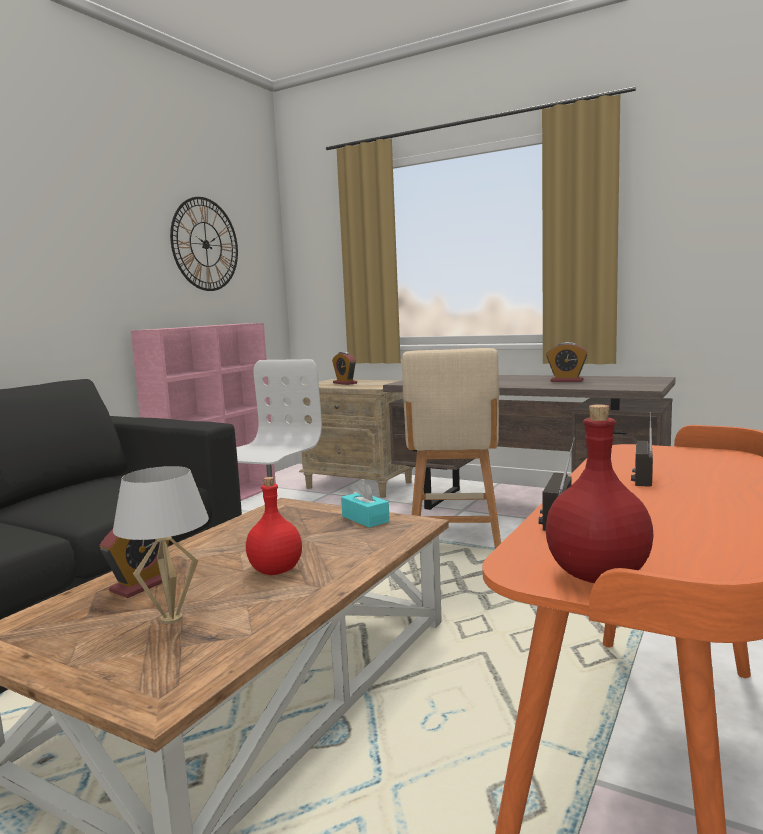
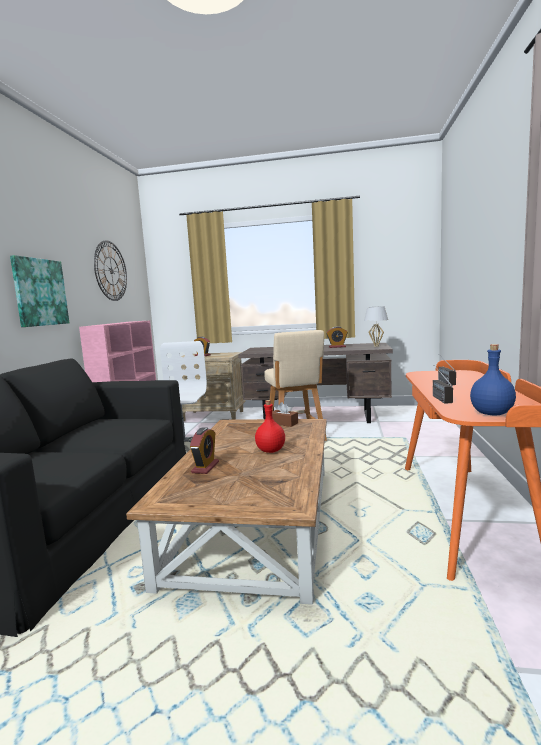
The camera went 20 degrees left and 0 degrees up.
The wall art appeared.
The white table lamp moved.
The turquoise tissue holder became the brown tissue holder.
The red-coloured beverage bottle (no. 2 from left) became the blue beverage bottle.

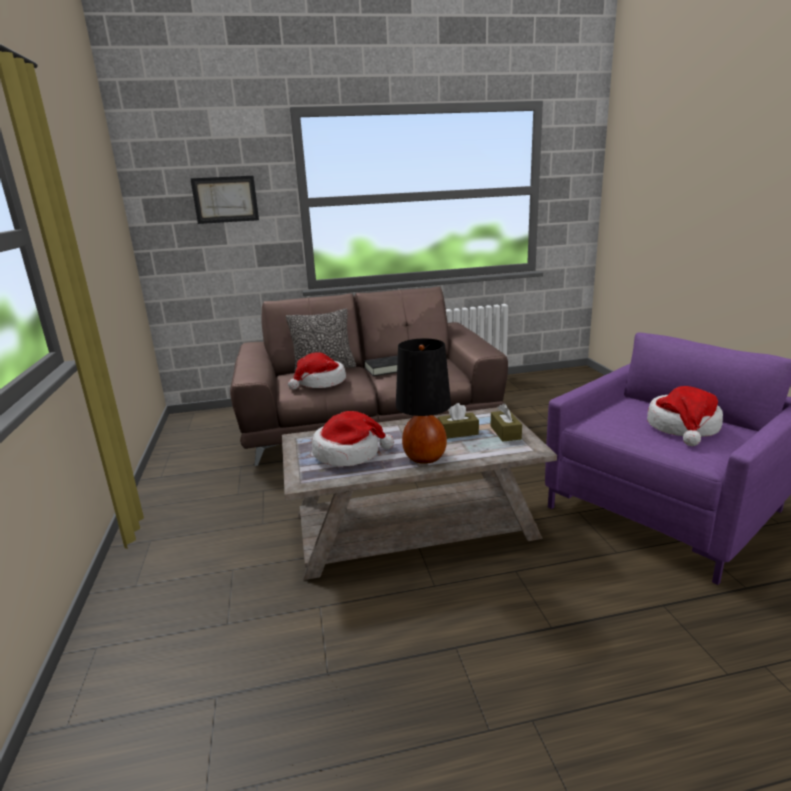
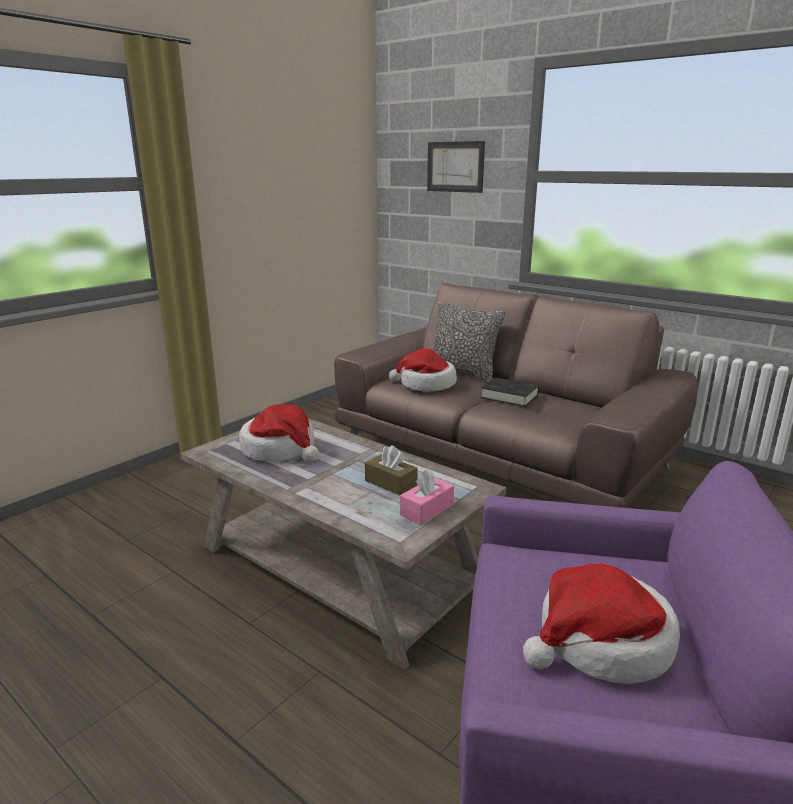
The camera went 50 degrees right and 0 degrees up.
The black table lamp disappeared.
The brown tissue holder (no. 2 from left) became the pink-coloured tissue holder.

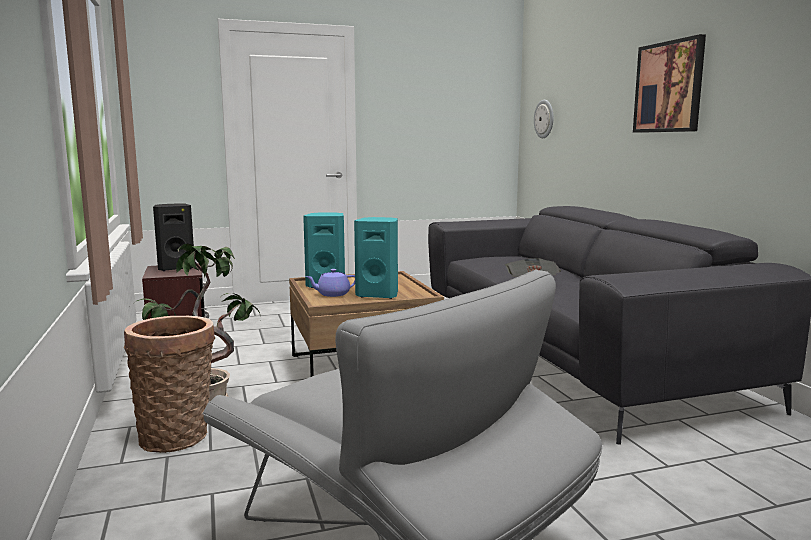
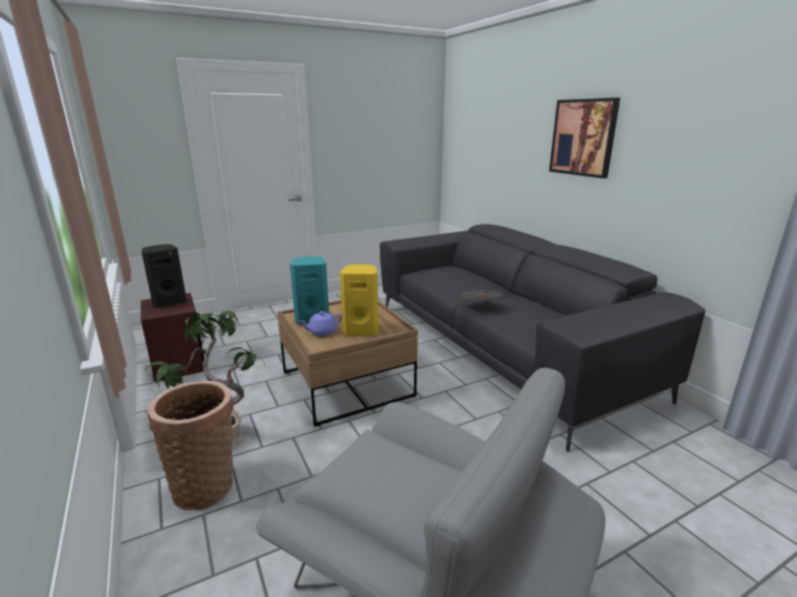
The camera went 10 degrees left and 10 degrees up.
The clock on the wall disappeared.
The turquoise loudspeaker (no. 2 from left) became the yellowish loudspeaker.

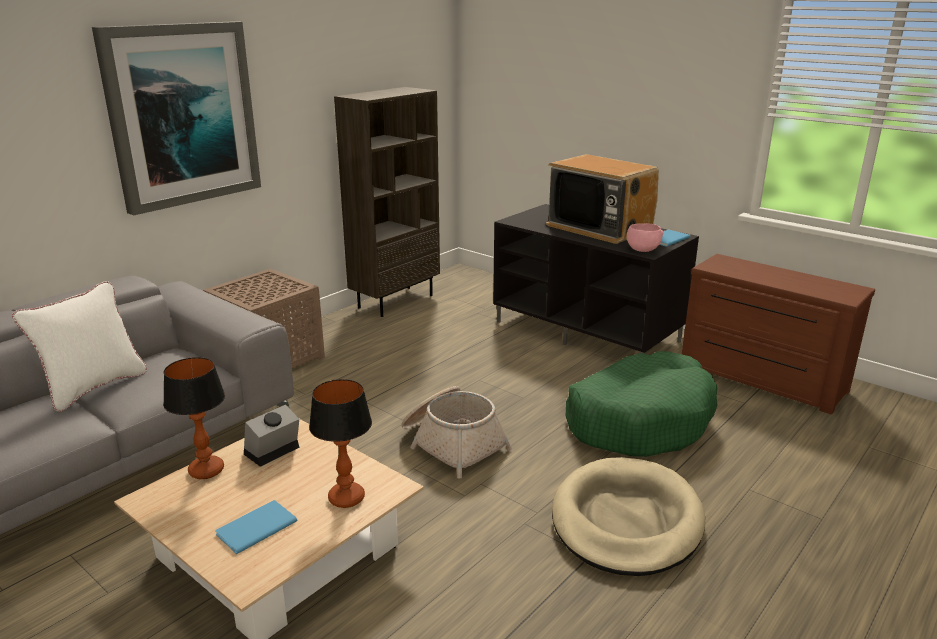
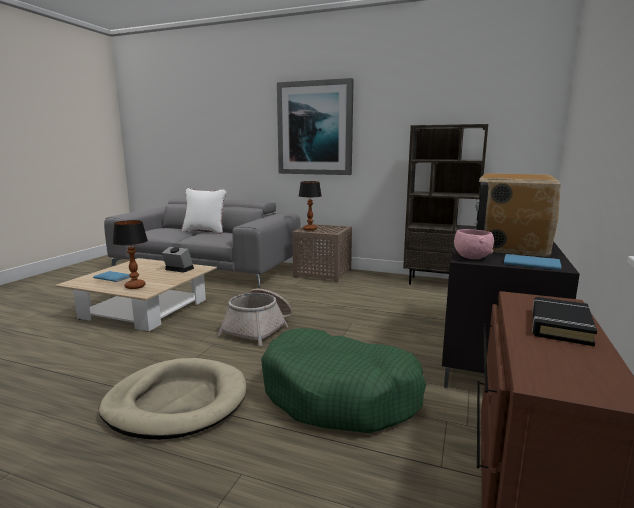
The camera went 70 degrees right and 10 degrees down.
The black bound book appeared.
The table lamp (no. 1 from left in the first image) moved.

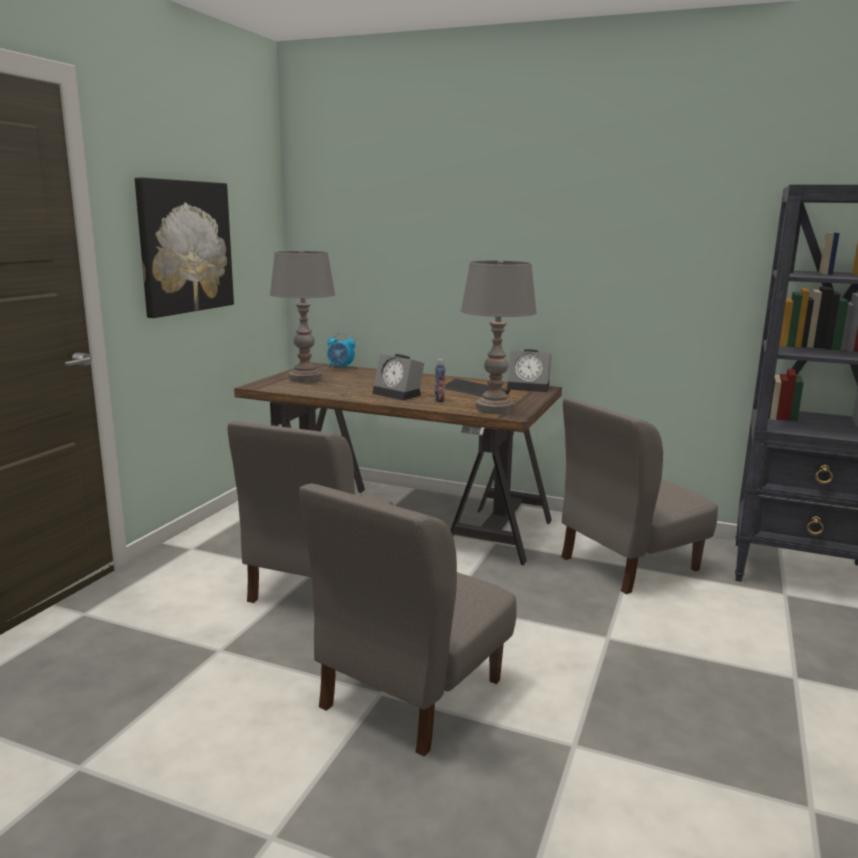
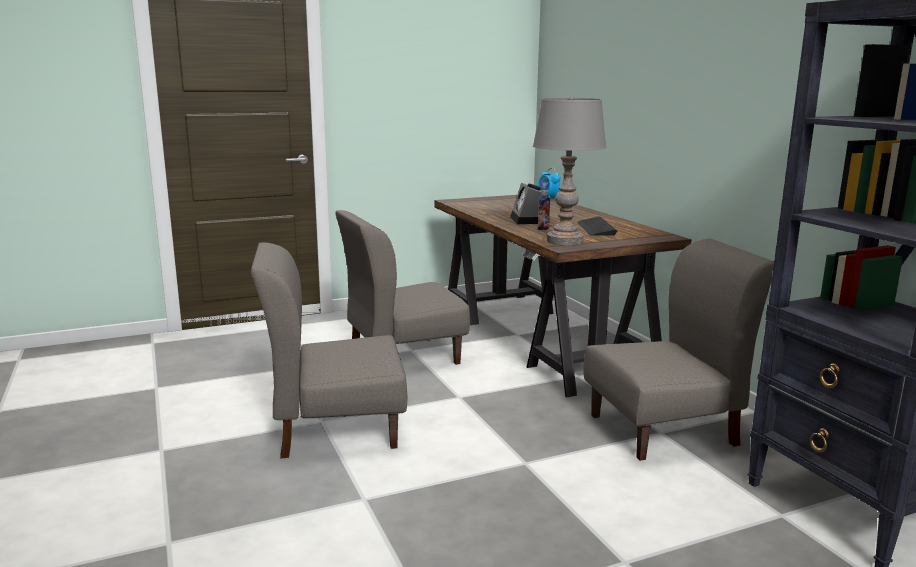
The camera went 45 degrees right and 0 degrees up.
The wall art disappeared.
The greyish table lamp (no. 1 from left) disappeared.
The alarm clock (no. 3 from left) disappeared.
The greyish upright chair (no. 3 from left) turned 150 degrees clockwise.

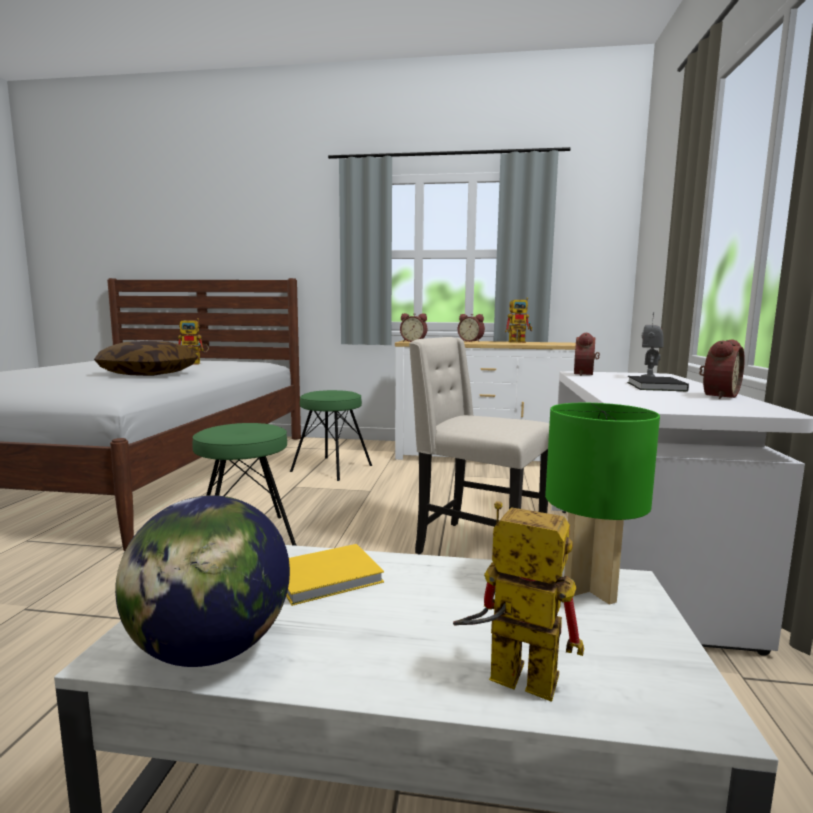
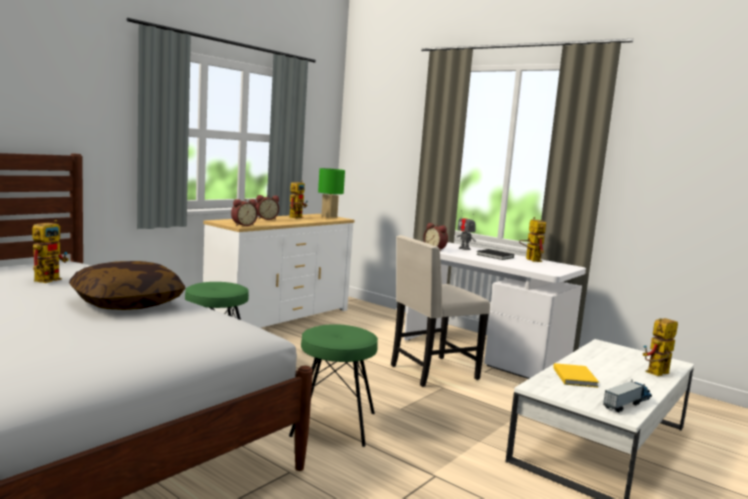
The camera went 60 degrees left and 0 degrees up.
The green table lamp moved.
The desk globe was replaced by the model truck.
The alarm clock (no. 4 from left) was replaced by the toy robot (no. 4 from left).

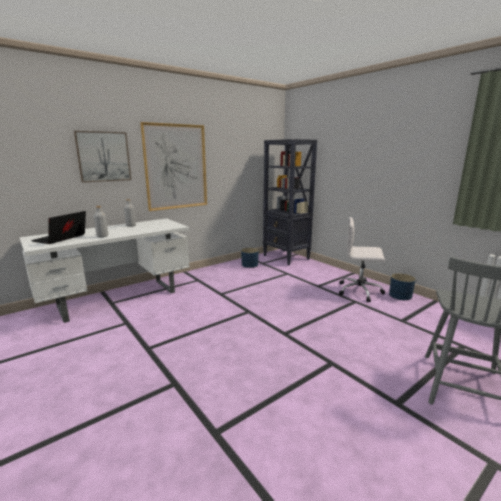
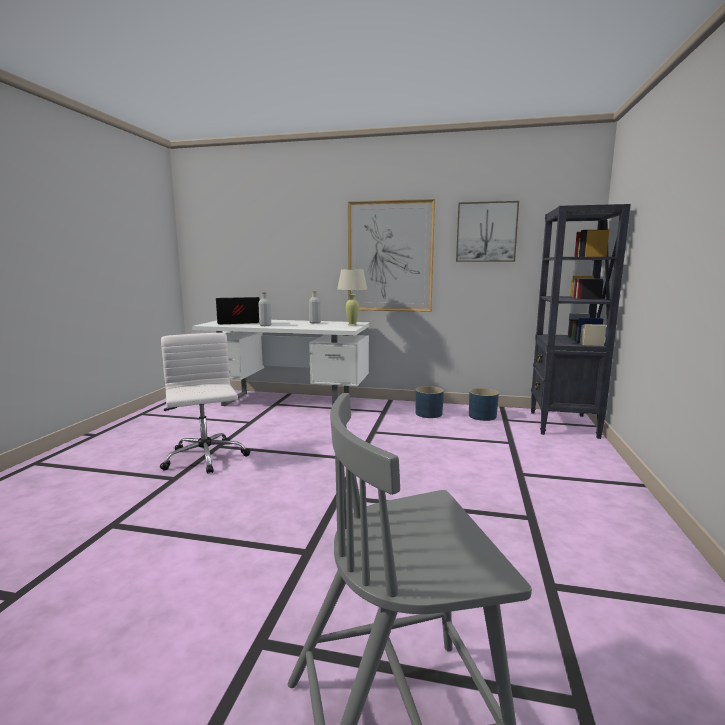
The camera went 50 degrees right and 5 degrees down.
The beige table lamp appeared.
The wall art (no. 1 from left in the first image) moved.
The white computer chair moved.
The blue planter (no. 2 from left in the first image) moved.

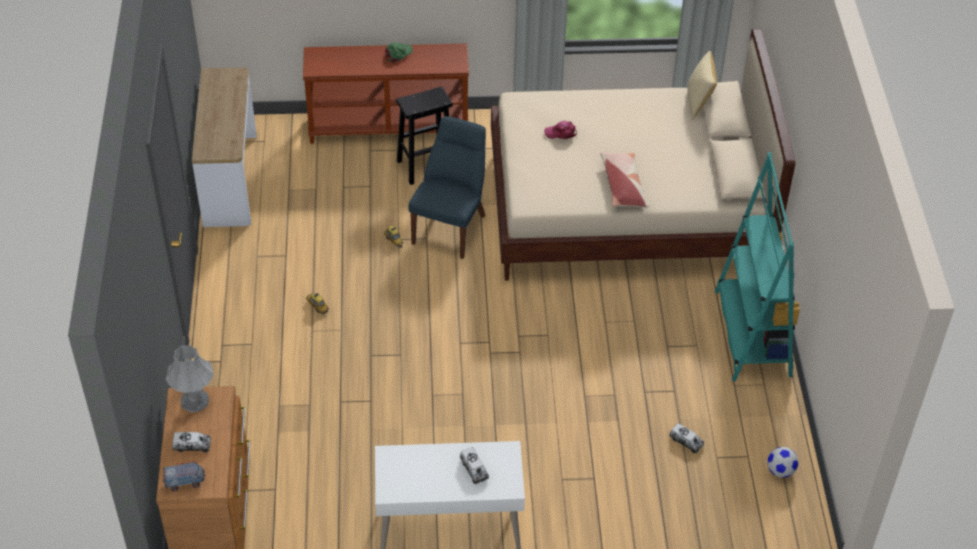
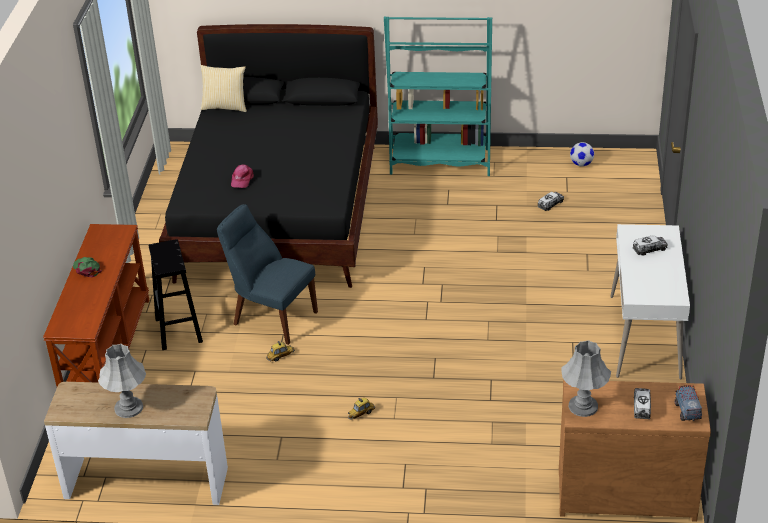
The camera went 80 degrees left and 10 degrees down.
The pillow (no. 1 from left) disappeared.
The greyish table lamp (no. 1 from left) appeared.
The beige sleeping bed became the black sleeping bed.

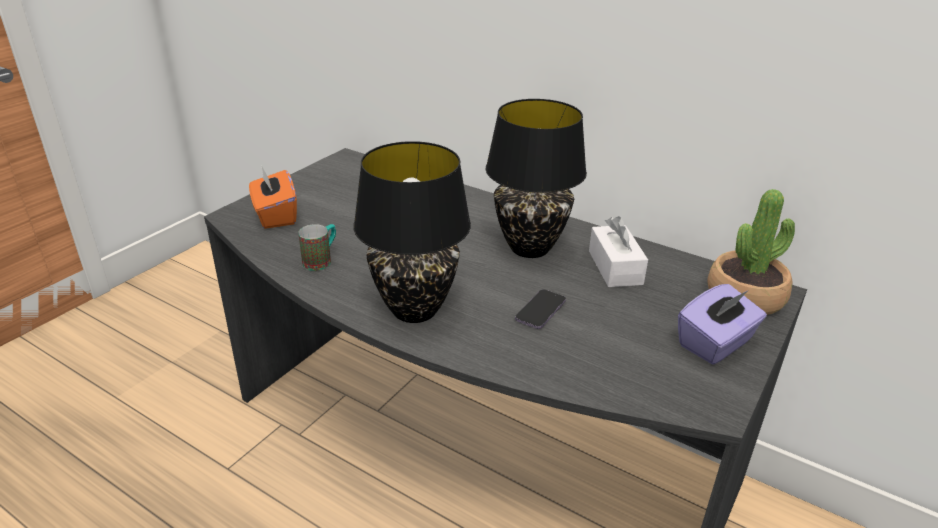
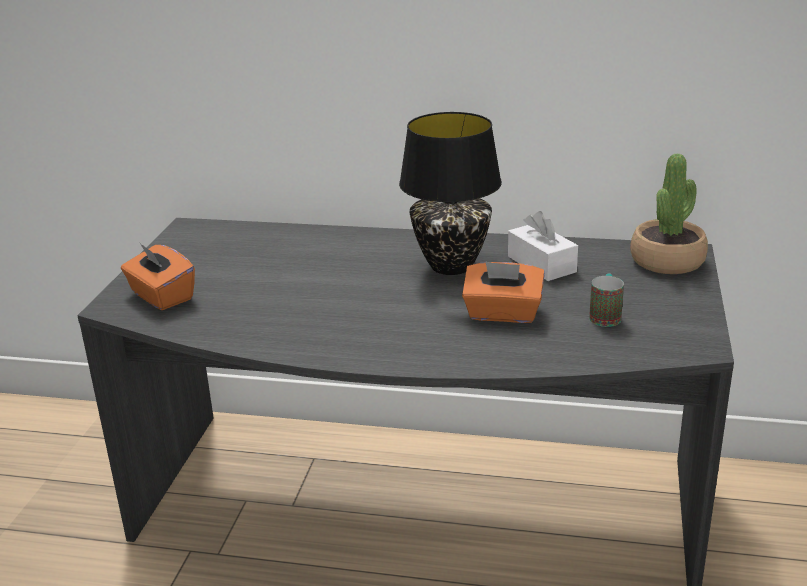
The camera went 20 degrees left and 5 degrees down.
The black table lamp (no. 1 from left) disappeared.
The purple tissue holder disappeared.
The tea mug moved.
The handset was replaced by the orange-coloured tissue holder (no. 2 from left).

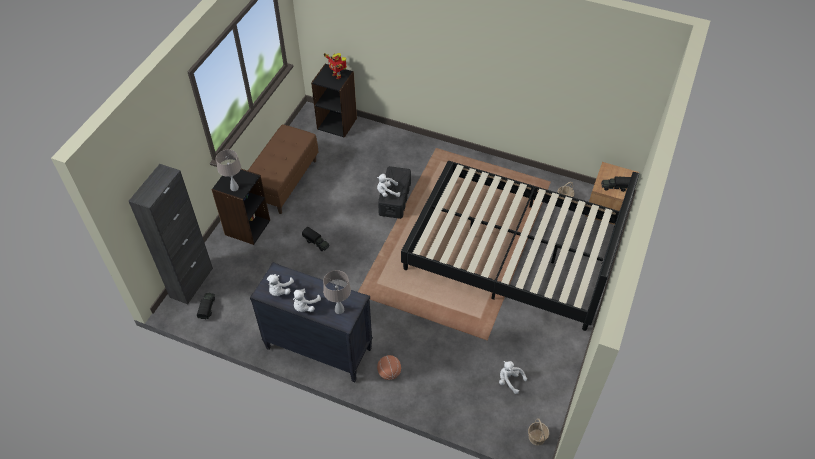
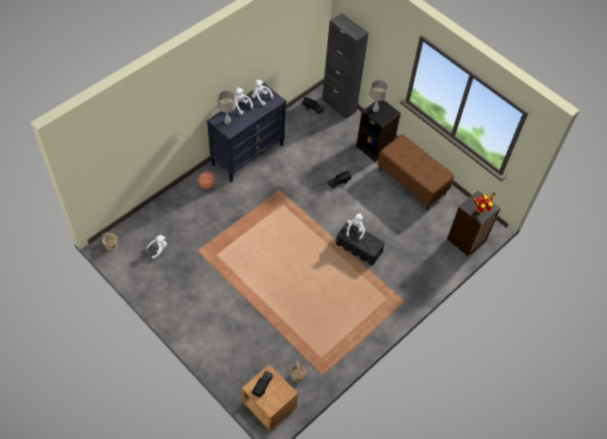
The camera went 110 degrees right and 5 degrees up.
The black sleeping bed disappeared.

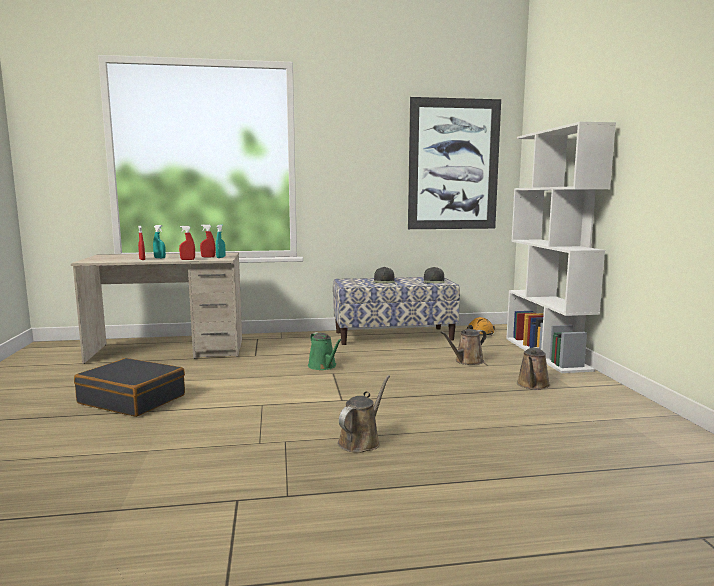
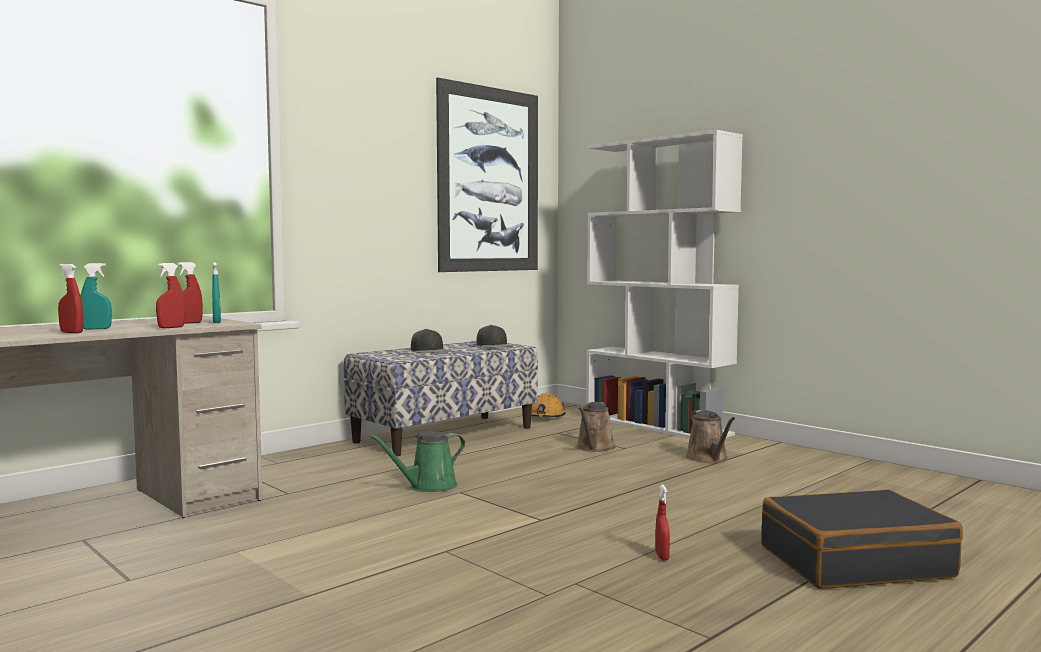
The camera went 35 degrees left and 5 degrees down.
The black travel case moved.
The brown watering pot (no. 1 from left) was replaced by the red-coloured sprayer (no. 4 from left).
The green watering pot turned 120 degrees clockwise.

